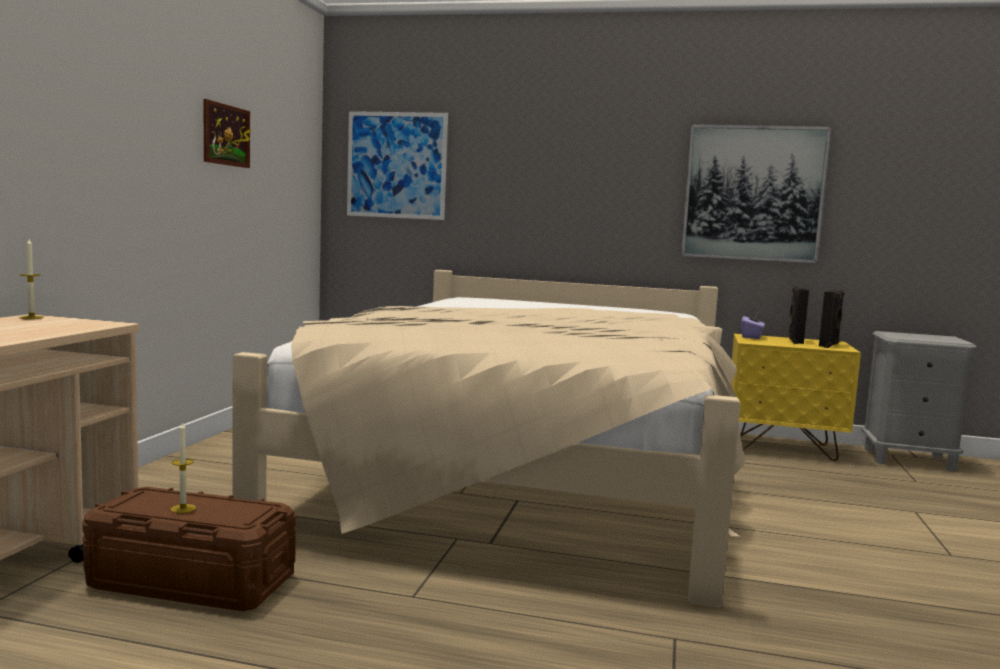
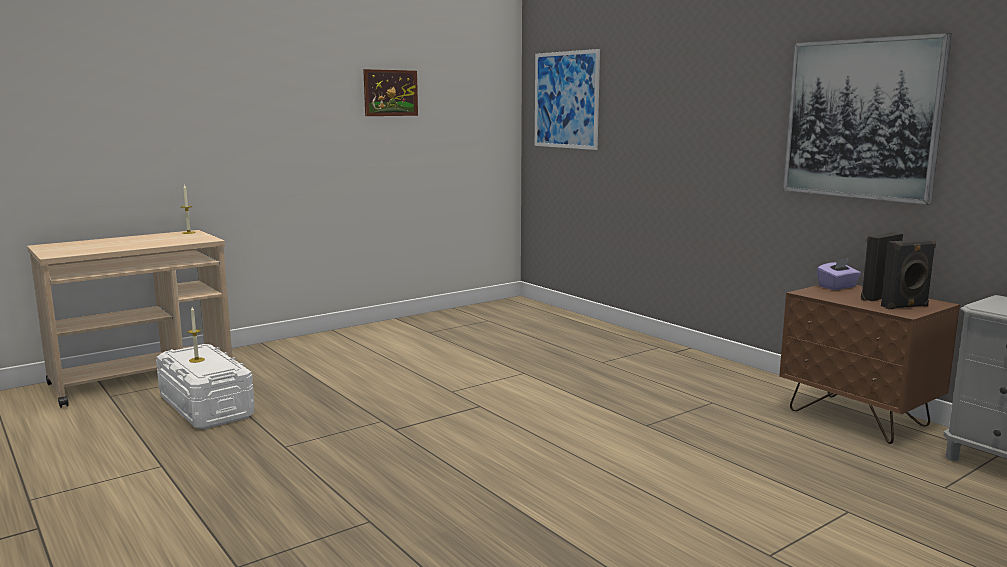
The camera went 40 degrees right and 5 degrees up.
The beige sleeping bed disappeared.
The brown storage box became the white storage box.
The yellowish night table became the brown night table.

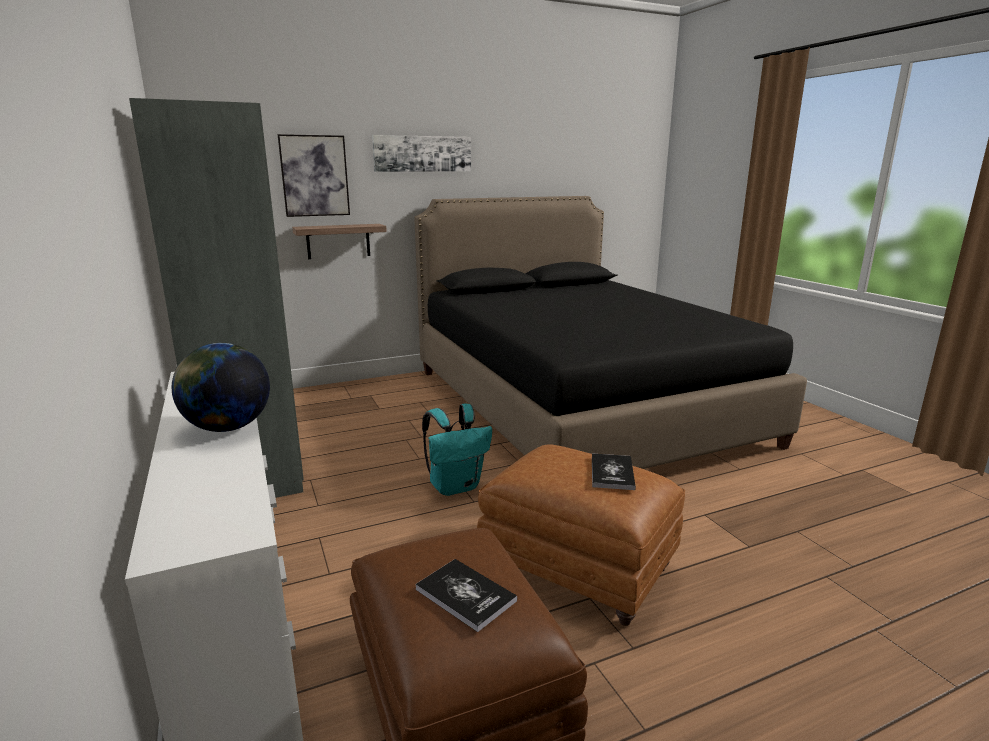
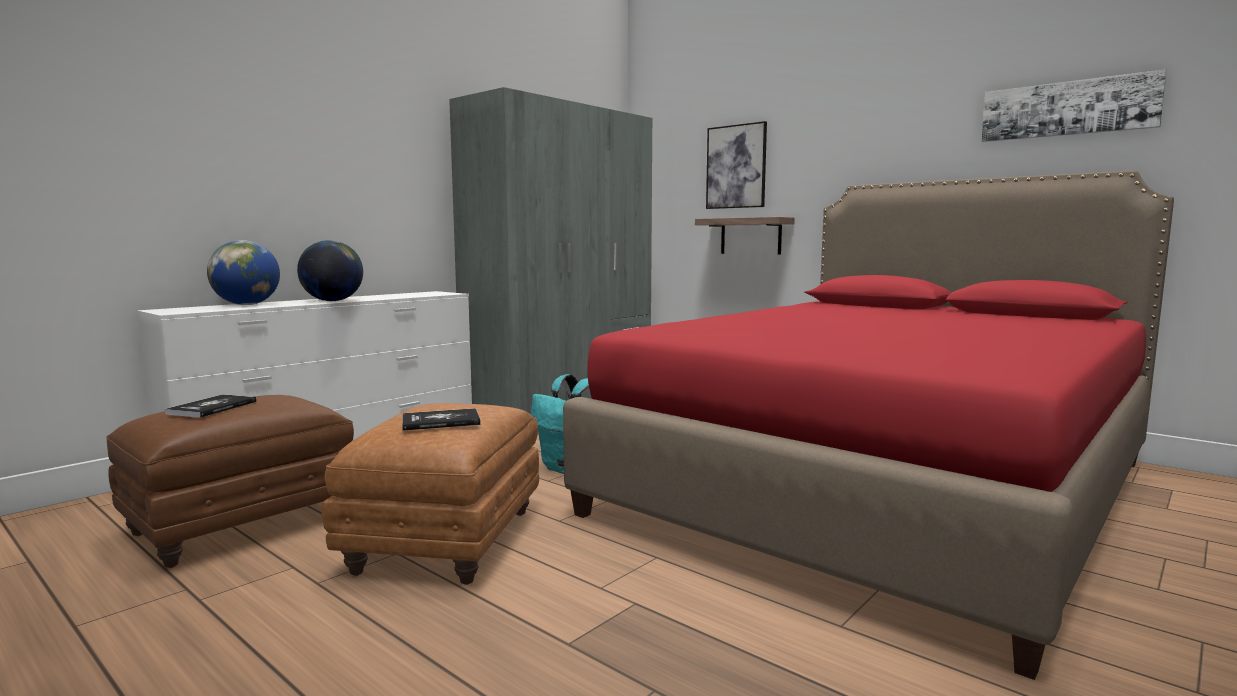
The camera went 65 degrees right and 10 degrees down.
The desk globe (no. 1 from left) appeared.
The wall art (no. 2 from left) moved.
The black sleeping bed became the red-coloured sleeping bed.

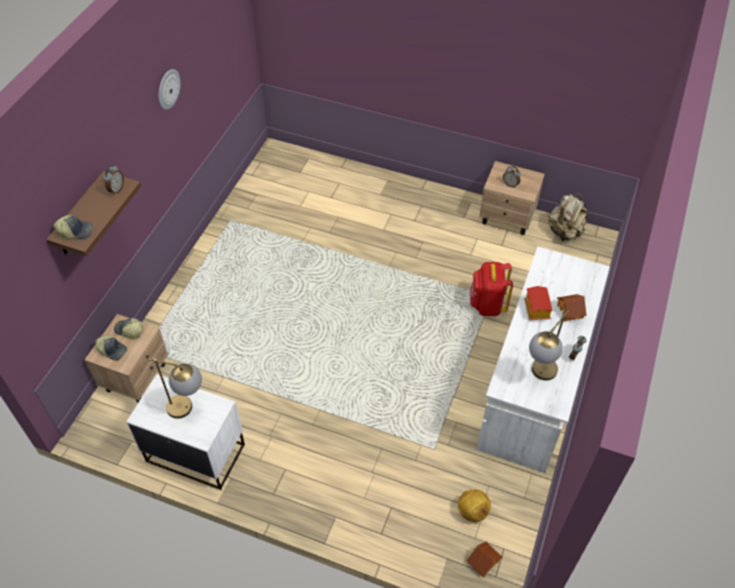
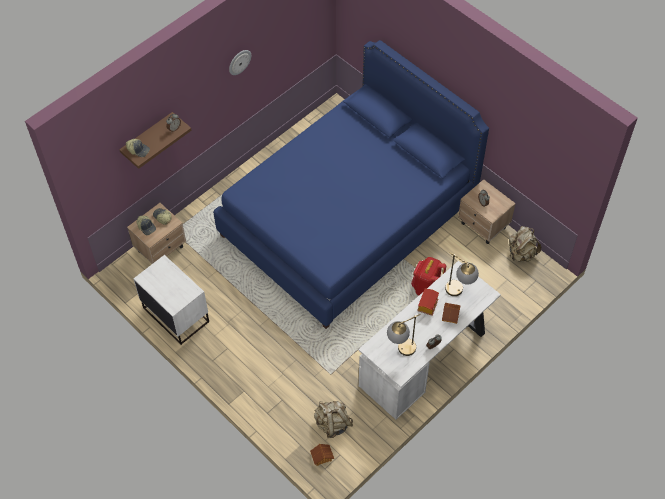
The camera went 25 degrees right and 5 degrees up.
The blue sleeping bed appeared.
The table lamp (no. 1 from left in the first image) moved.
The football was replaced by the beige rucksack (no. 1 from left).

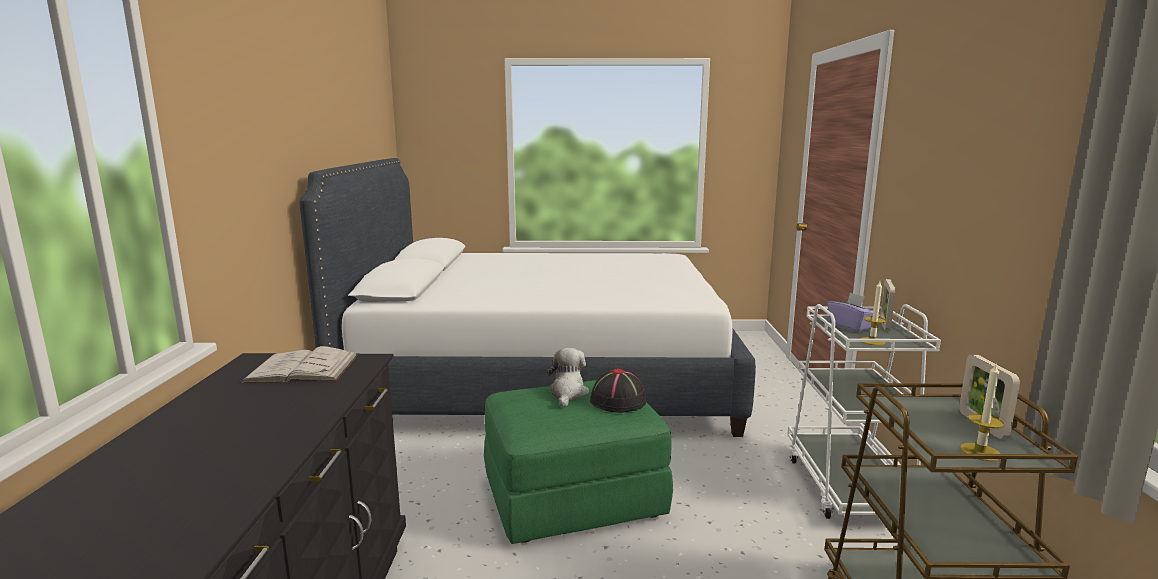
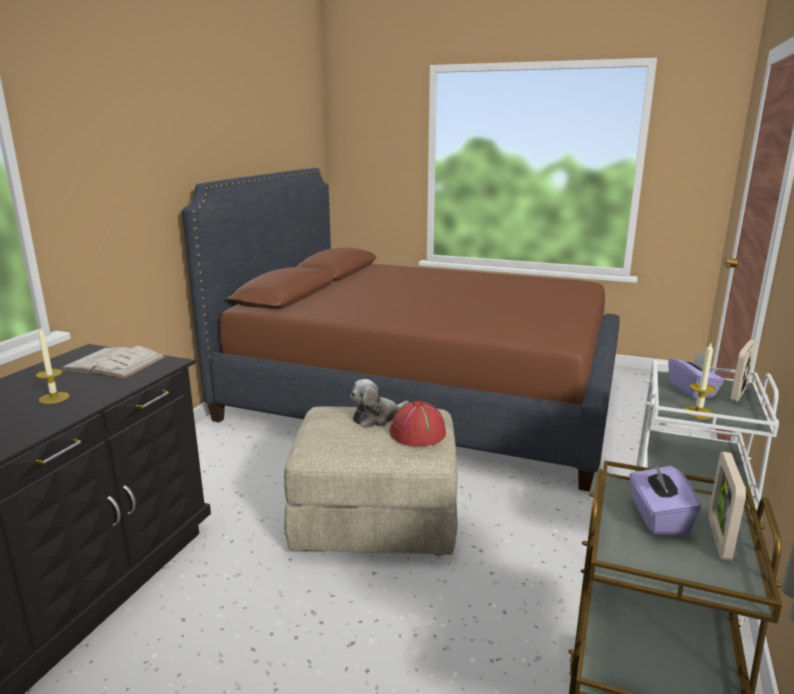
The camera went 20 degrees right and 5 degrees up.
The purple tissue holder (no. 1 from left) appeared.
The wax candle (no. 2 from left in the first image) moved.
The white sleeping bed became the brown sleeping bed.
The green footrest became the beige footrest.
The black hat became the red-coloured hat.
The plush toy turned 150 degrees counterclockwise.

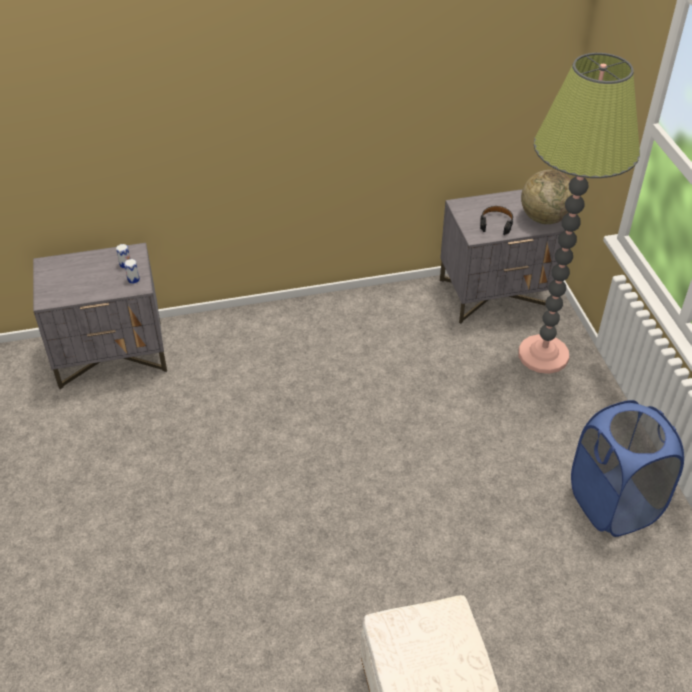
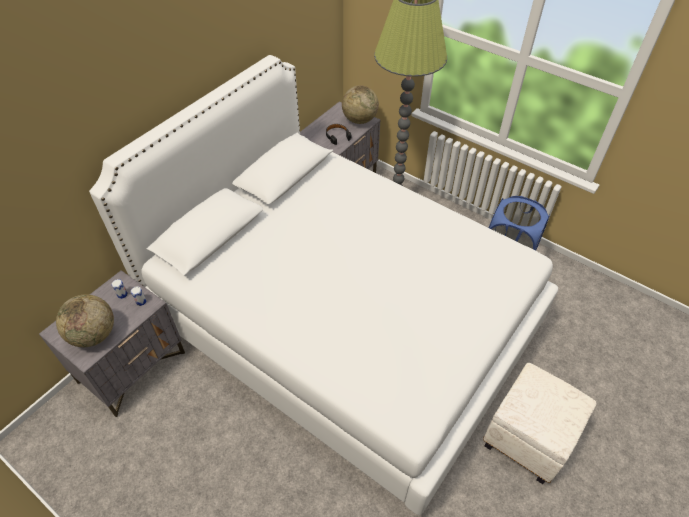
The camera went 40 degrees left and 5 degrees up.
The desk globe (no. 1 from left) appeared.
The white sleeping bed appeared.

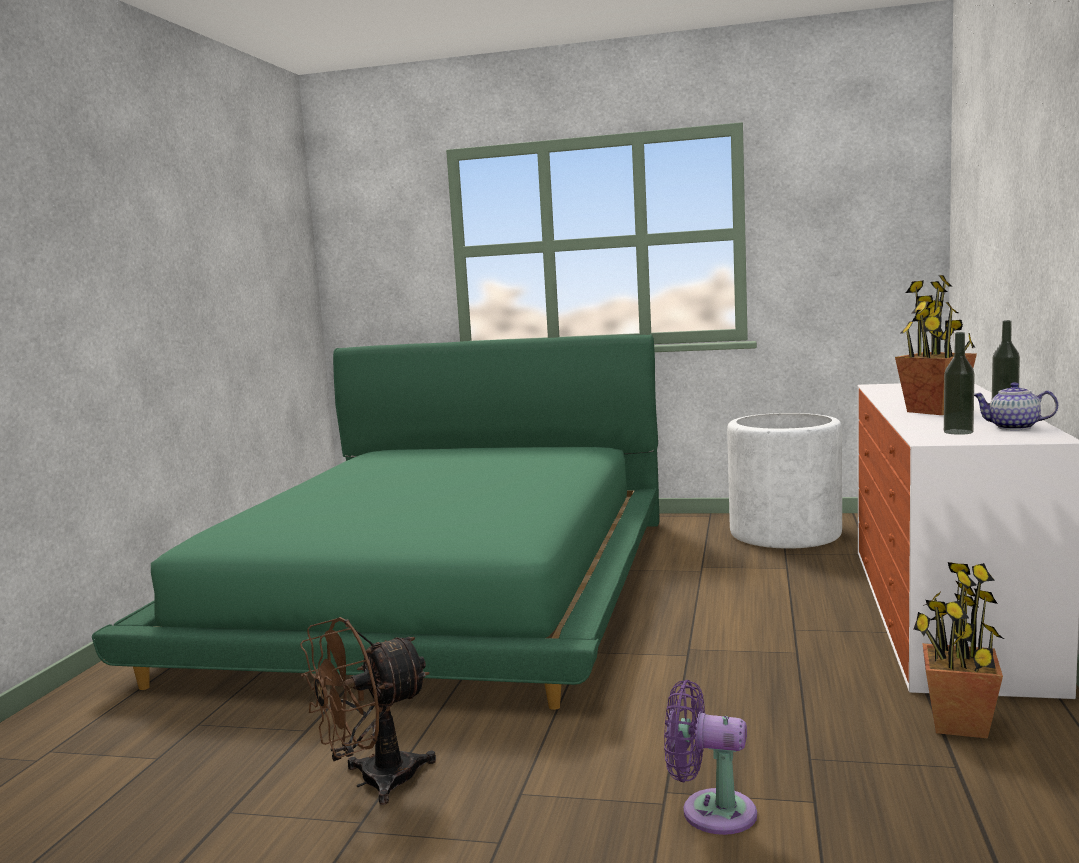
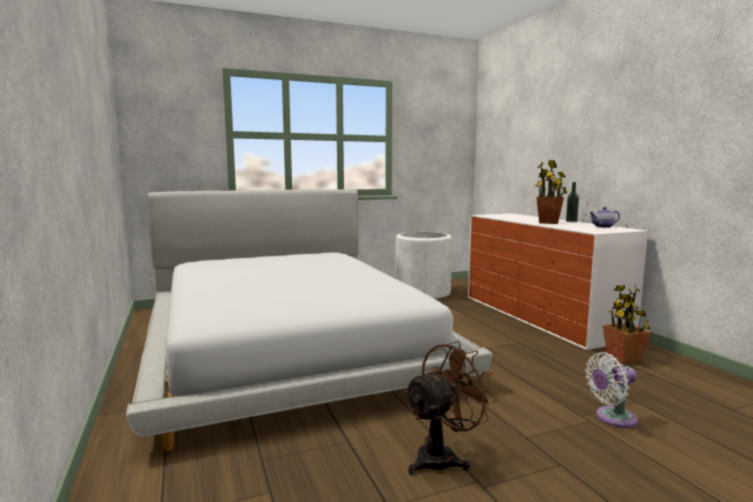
The camera went 35 degrees left and 0 degrees up.
The beverage bottle (no. 1 from left) disappeared.
The green sleeping bed became the white sleeping bed.
The purple electric fan became the white electric fan.
The brown electric fan turned 150 degrees counterclockwise.

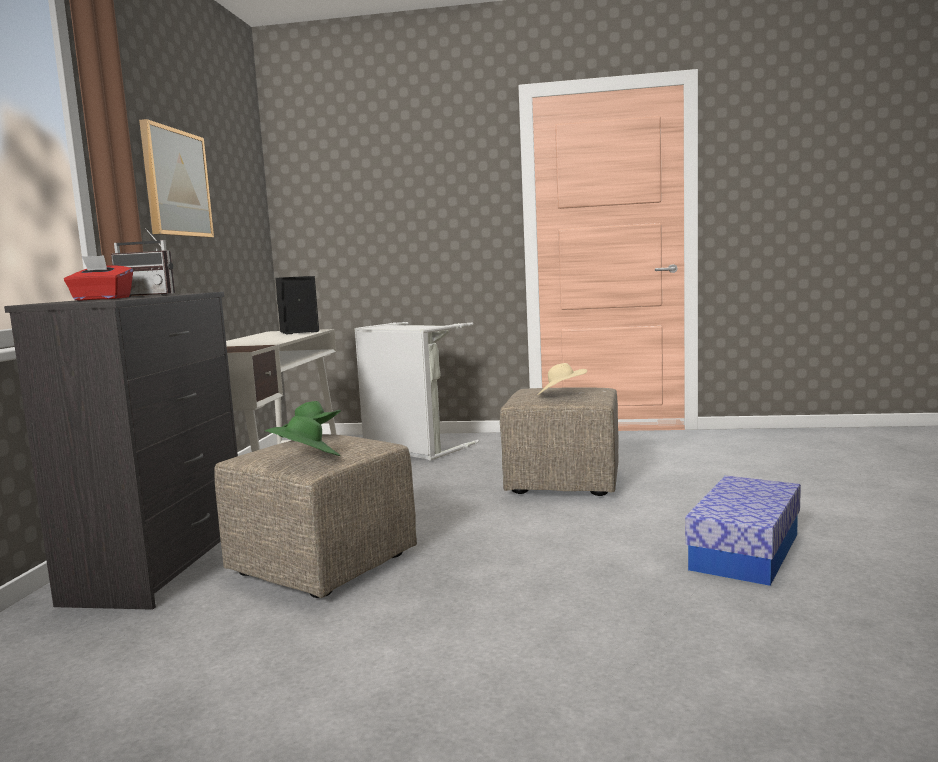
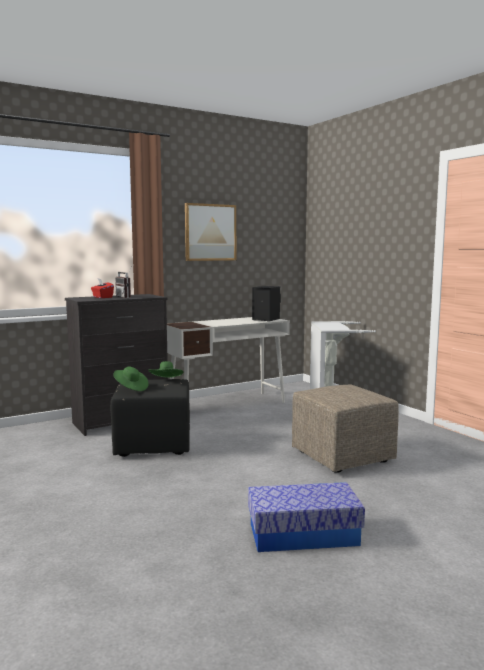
The camera went 50 degrees right and 0 degrees up.
The beige hat disappeared.
The beige footrest (no. 1 from left) became the black footrest.

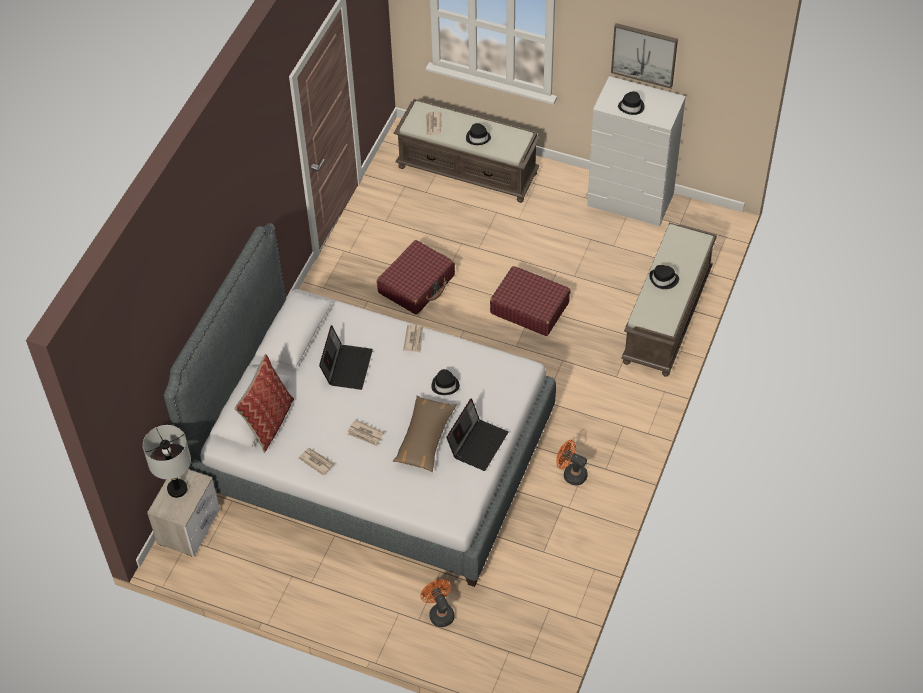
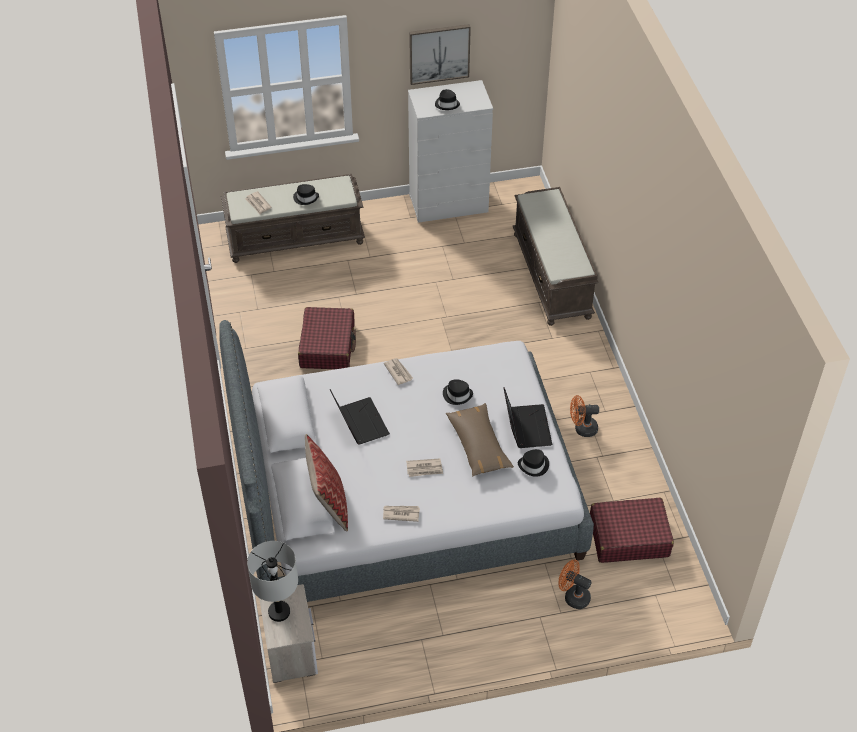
The camera went 35 degrees left and 5 degrees down.
The red-coloured travel case (no. 2 from left) moved.
The black hat (no. 4 from left) moved.

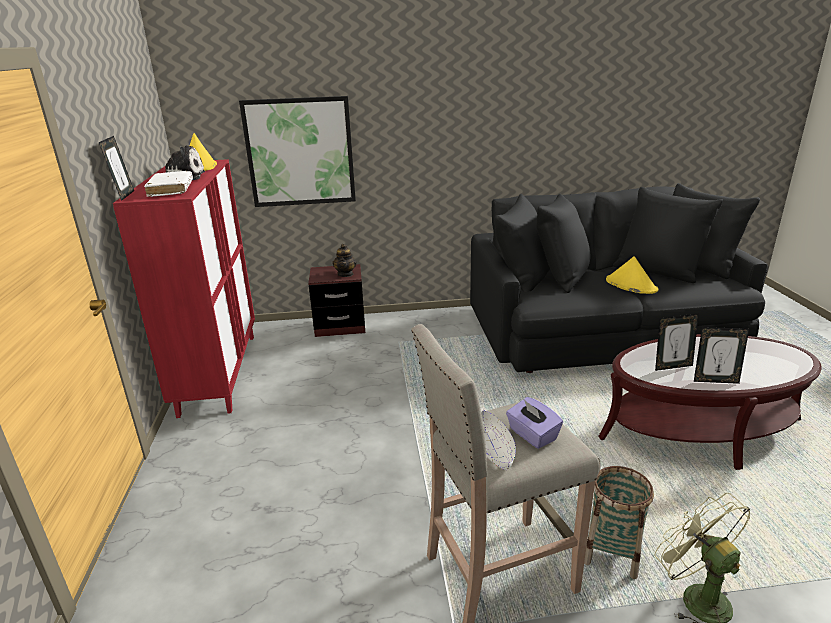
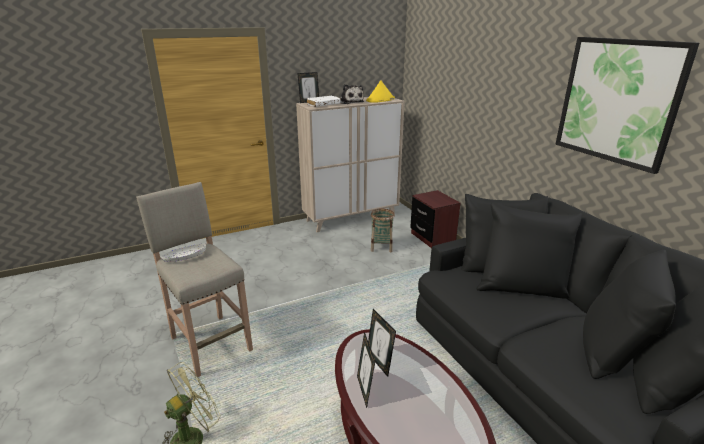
The camera went 70 degrees right and 0 degrees up.
The pot for tea disappeared.
The purple tissue holder disappeared.
The yellowish hat (no. 2 from left) disappeared.
The wall art moved.
The basket moved.
The red-coloured cupboard became the beige cupboard.

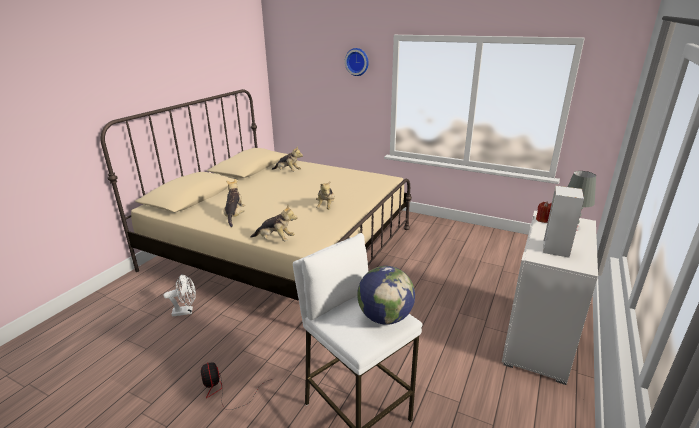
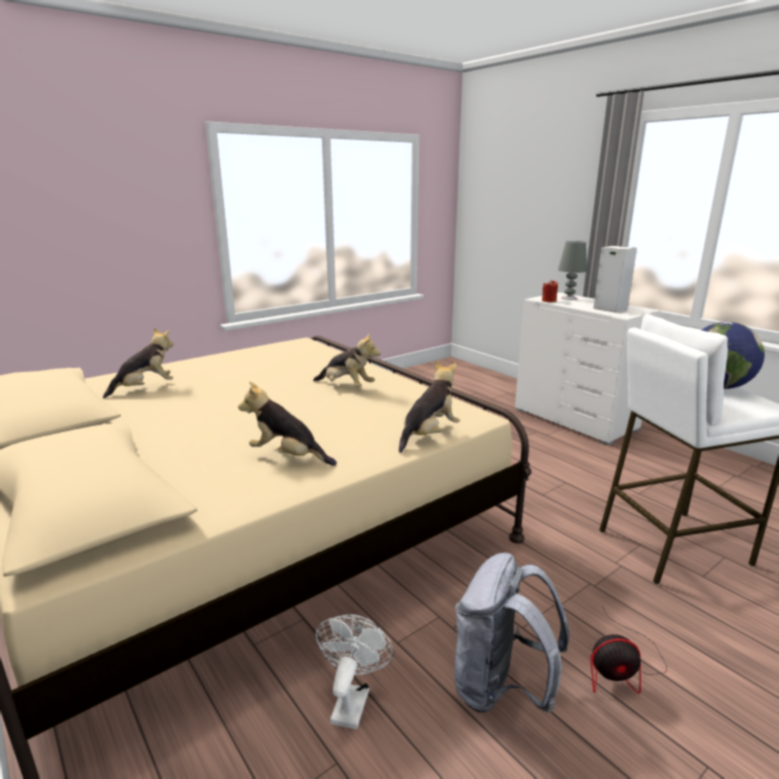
The camera went 65 degrees left and 5 degrees down.
The clock on the wall disappeared.
The greyish rucksack appeared.

